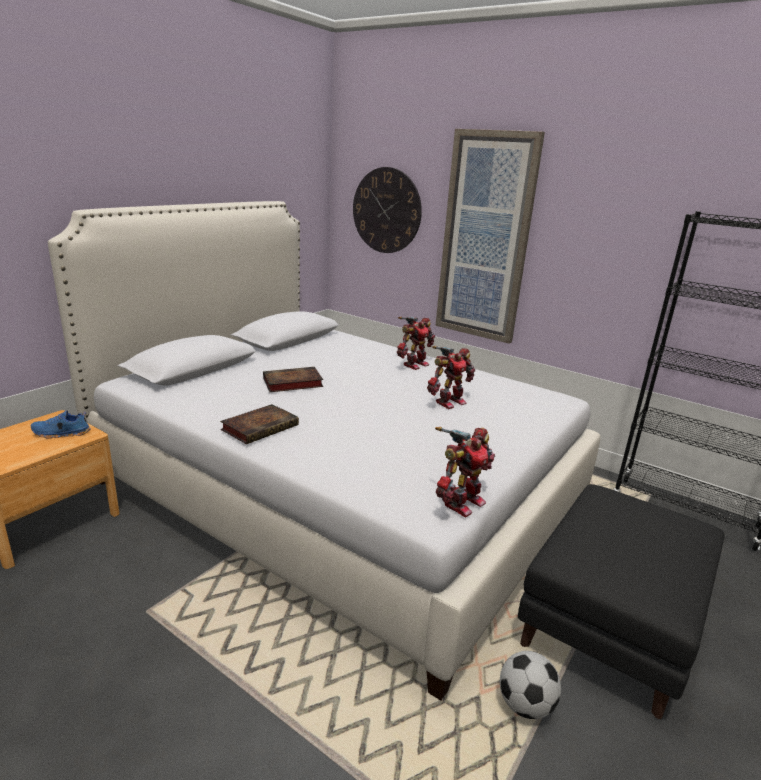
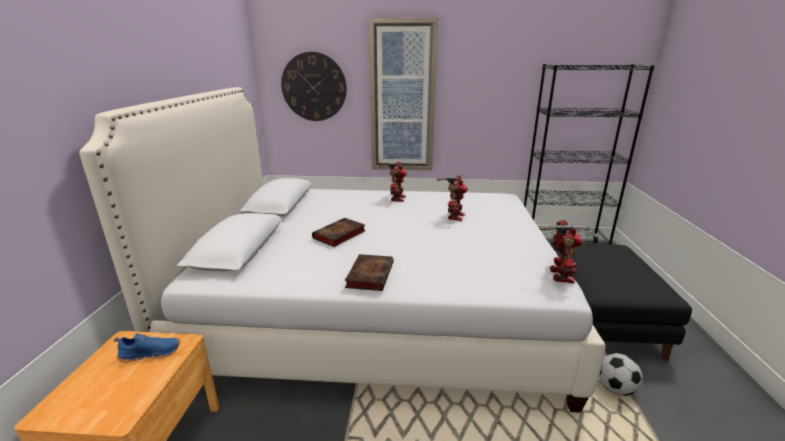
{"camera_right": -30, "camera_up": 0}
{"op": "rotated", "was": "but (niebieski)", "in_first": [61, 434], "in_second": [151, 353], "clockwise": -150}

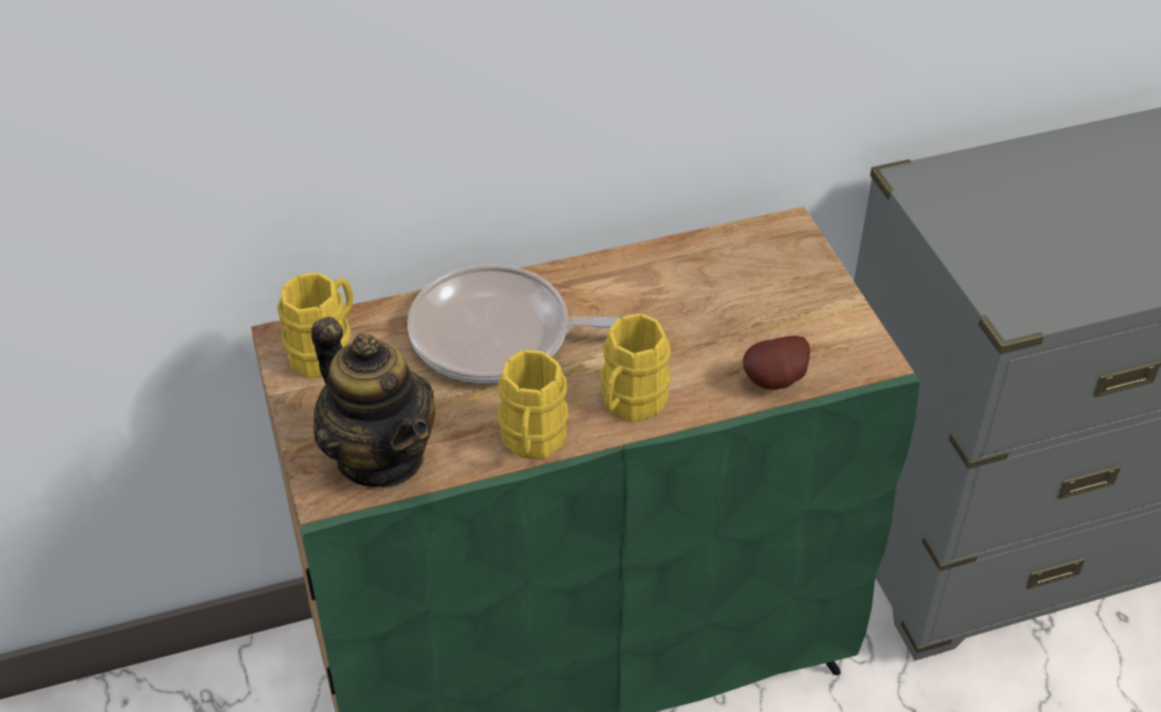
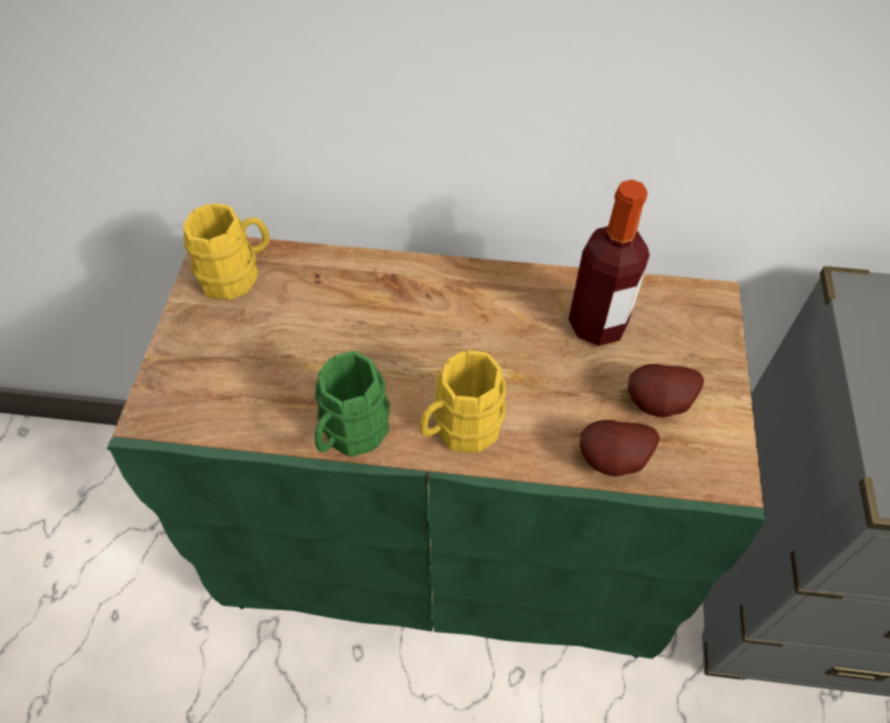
{"camera_right": 25, "camera_up": 10}
{"op": "gone", "was": "imbryk", "in_first": [381, 456]}
{"op": "gone", "was": "patelnia", "in_first": [501, 337]}
{"op": "new", "now": "butelka", "in_second": [597, 325]}
{"op": "new", "now": "ziemniak", "in_second": [660, 405]}
{"op": "repainted", "was": "kubek (żółty)", "now": "kubek (zielony)", "in_first": [532, 441], "in_second": [350, 434]}

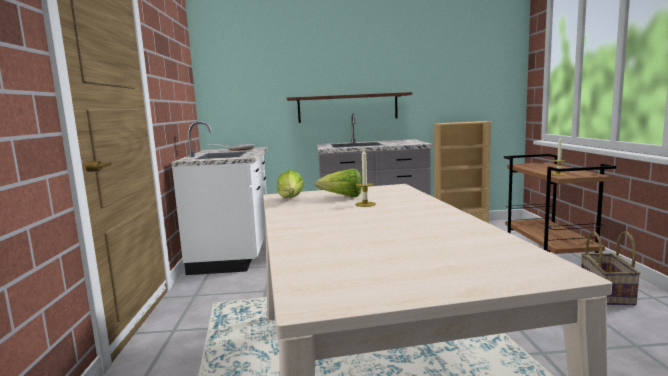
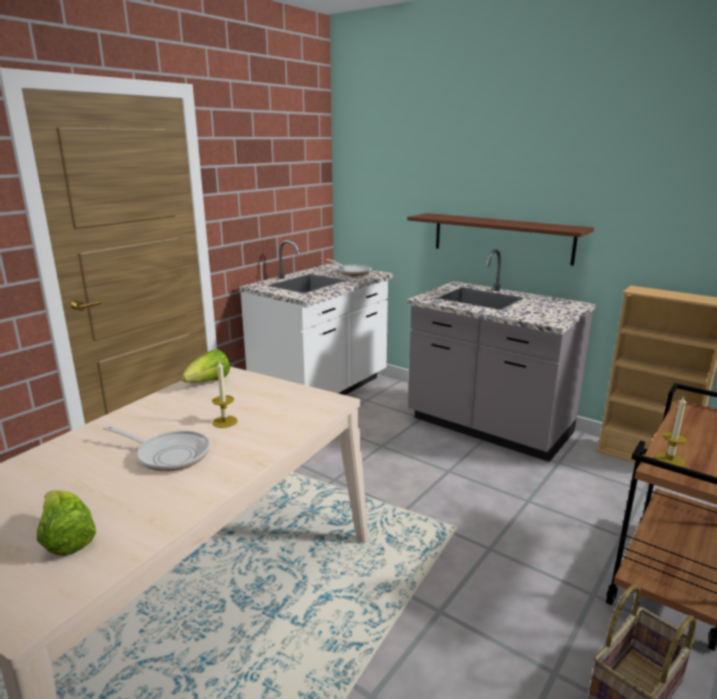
{"camera_right": 40, "camera_up": 10}
{"op": "new", "now": "patelnia", "in_second": [169, 455]}
{"op": "shifted", "was": "sałata", "in_first": [343, 197], "in_second": [66, 539]}

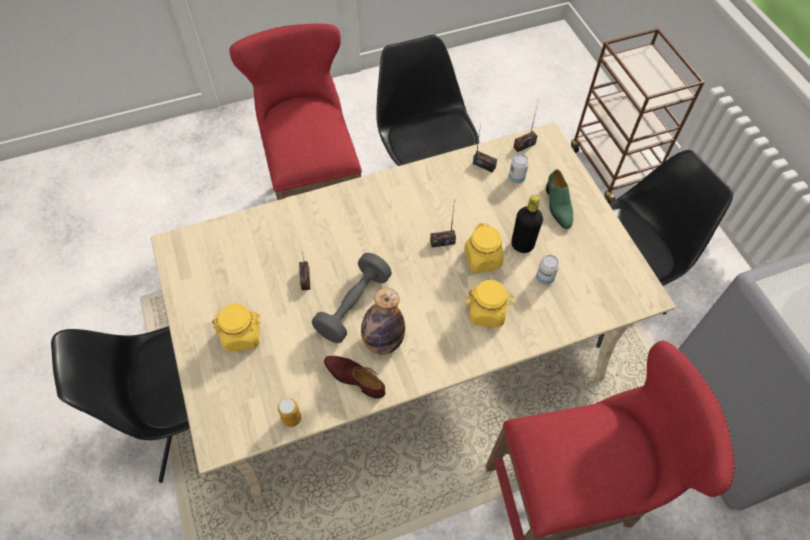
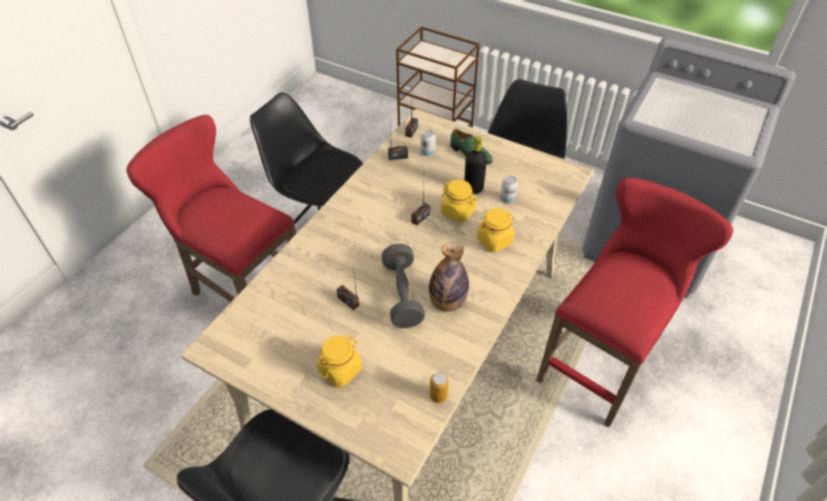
{"camera_right": -40, "camera_up": -10}
{"op": "gone", "was": "but (brązowy)", "in_first": [355, 378]}

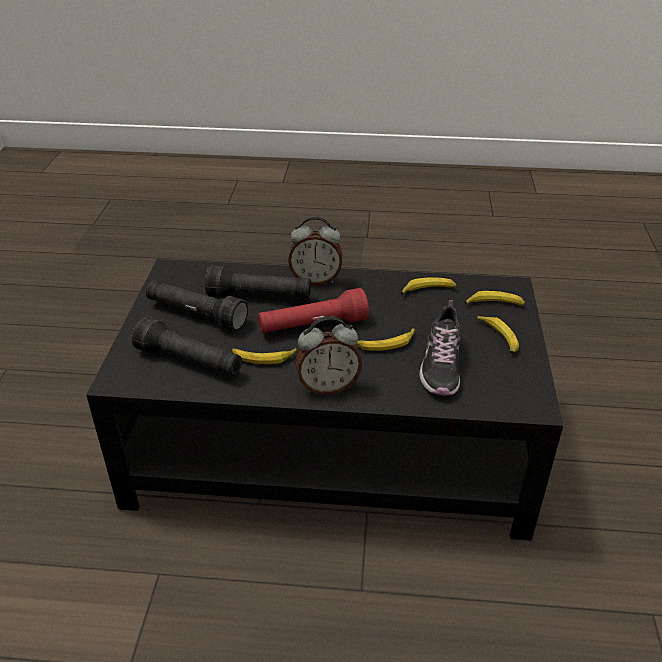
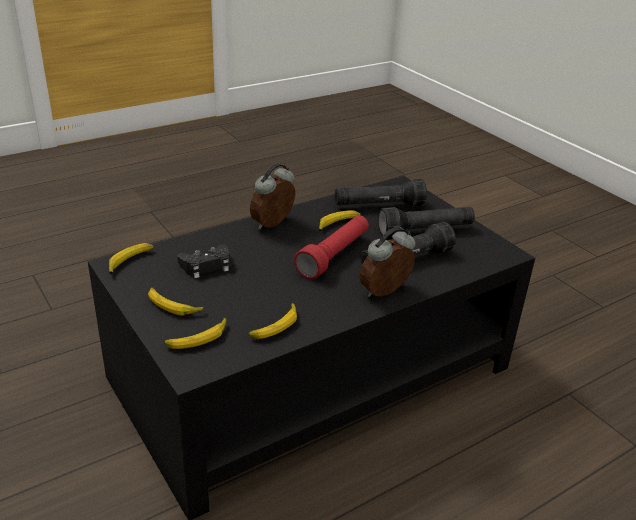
{"camera_right": 140, "camera_up": -5}
{"op": "shifted", "was": "banan", "in_first": [386, 343], "in_second": [130, 262]}
{"op": "swapped", "was": "but", "now": "pad do gier (czarny)", "in_first": [441, 365], "in_second": [206, 266]}

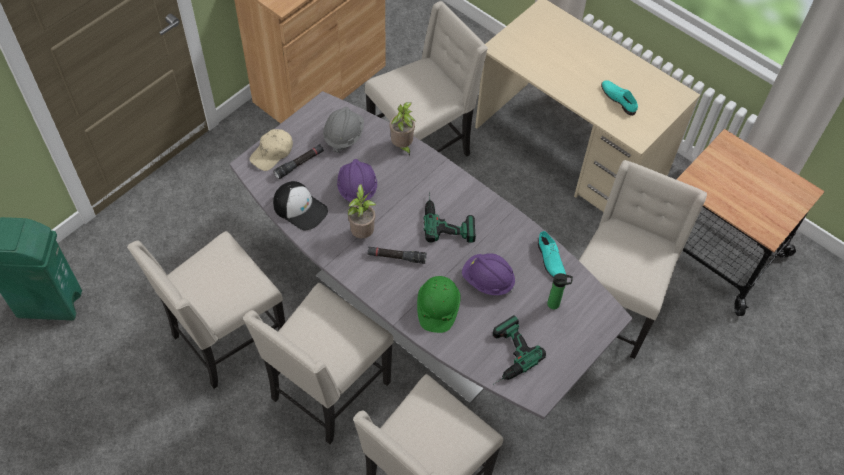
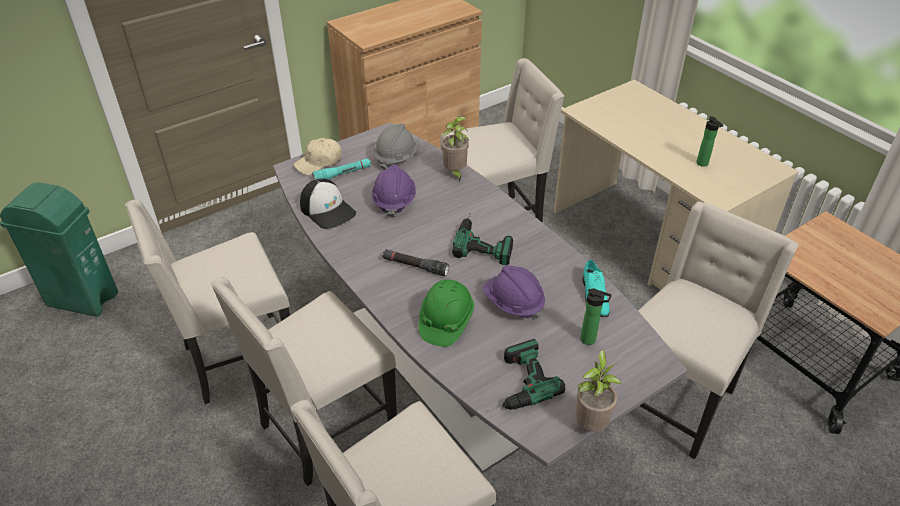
{"camera_right": 15, "camera_up": -15}
{"op": "shifted", "was": "roślina doniczkowa", "in_first": [362, 232], "in_second": [591, 424]}
{"op": "swapped", "was": "but (turkusowy)", "now": "butelka", "in_first": [619, 99], "in_second": [703, 164]}
{"op": "repainted", "was": "latarka (czarny)", "now": "latarka (turkusowy)", "in_first": [299, 164], "in_second": [342, 174]}

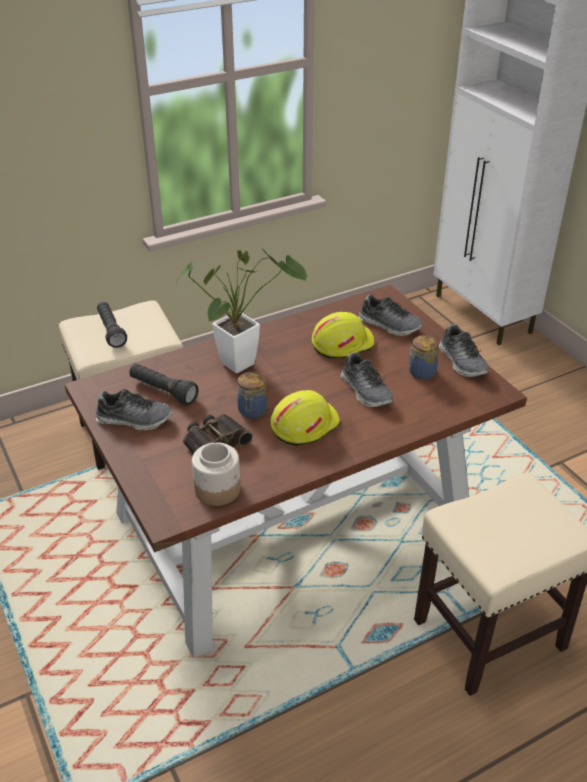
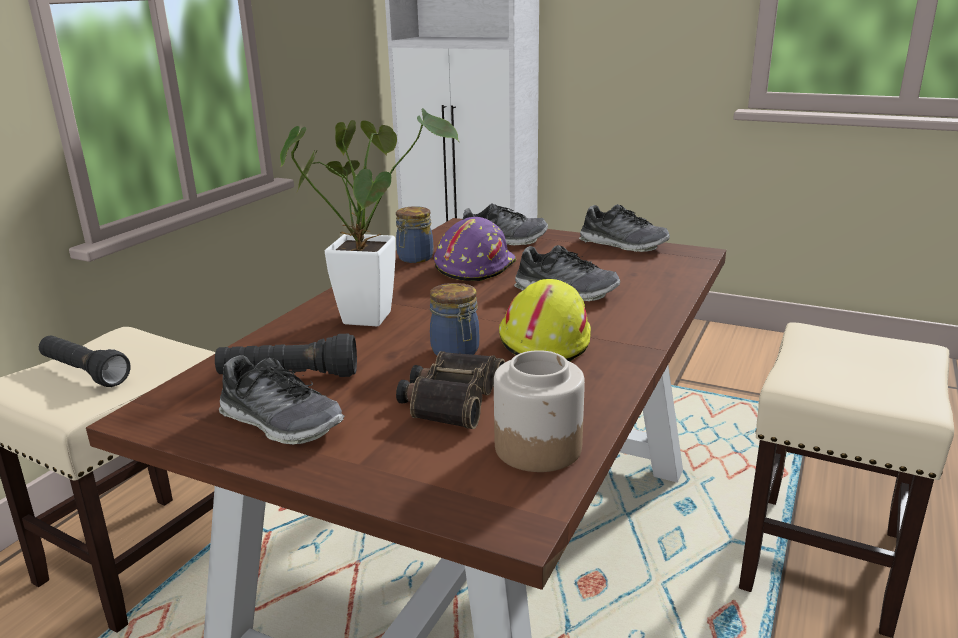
{"camera_right": -35, "camera_up": -15}
{"op": "shifted", "was": "słoik", "in_first": [421, 373], "in_second": [414, 258]}
{"op": "repainted", "was": "kask (żółty)", "now": "kask (fioletowy)", "in_first": [342, 343], "in_second": [474, 267]}
{"op": "rotated", "was": "but", "in_first": [134, 419], "in_second": [281, 422], "clockwise": 60}

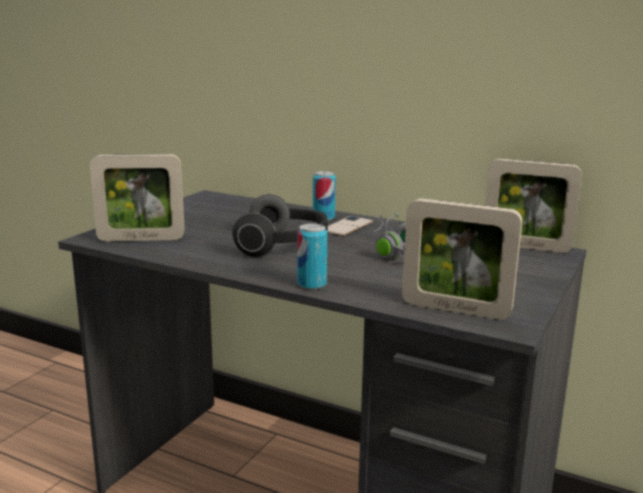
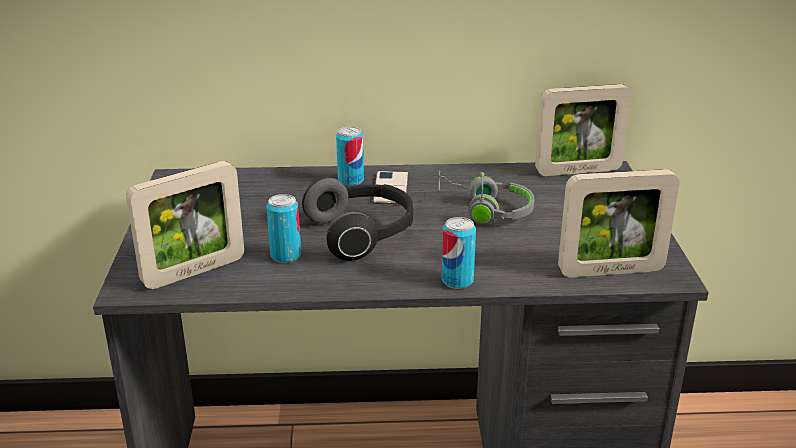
{"camera_right": -30, "camera_up": 10}
{"op": "new", "now": "puszka", "in_second": [285, 255]}

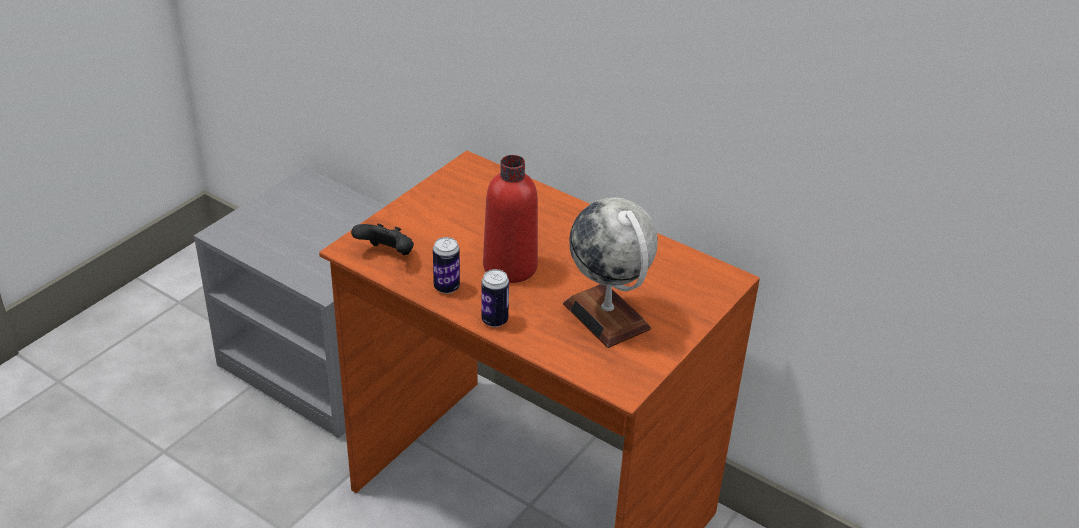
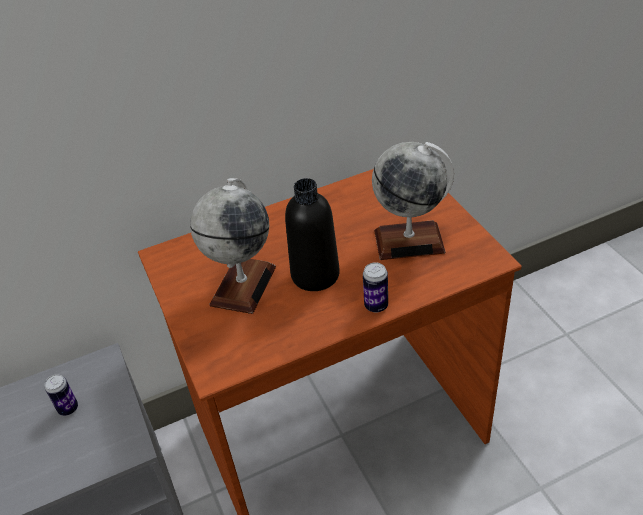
{"camera_right": -55, "camera_up": 5}
{"op": "gone", "was": "pad do gier (czarny)", "in_first": [387, 254]}
{"op": "new", "now": "globus", "in_second": [243, 285]}
{"op": "shifted", "was": "puszka", "in_first": [446, 287], "in_second": [68, 408]}
{"op": "repainted", "was": "butelka (czerwony)", "now": "butelka (czarny)", "in_first": [510, 267], "in_second": [315, 275]}

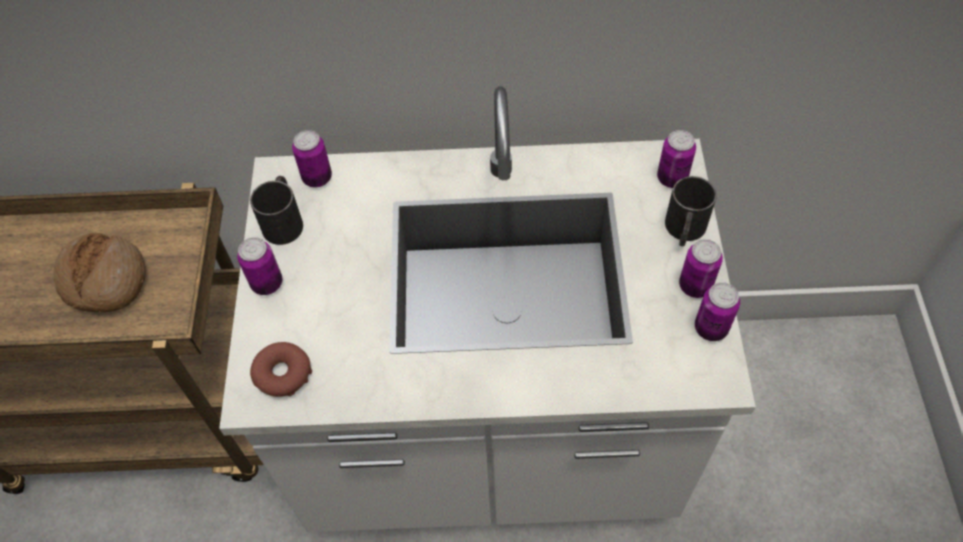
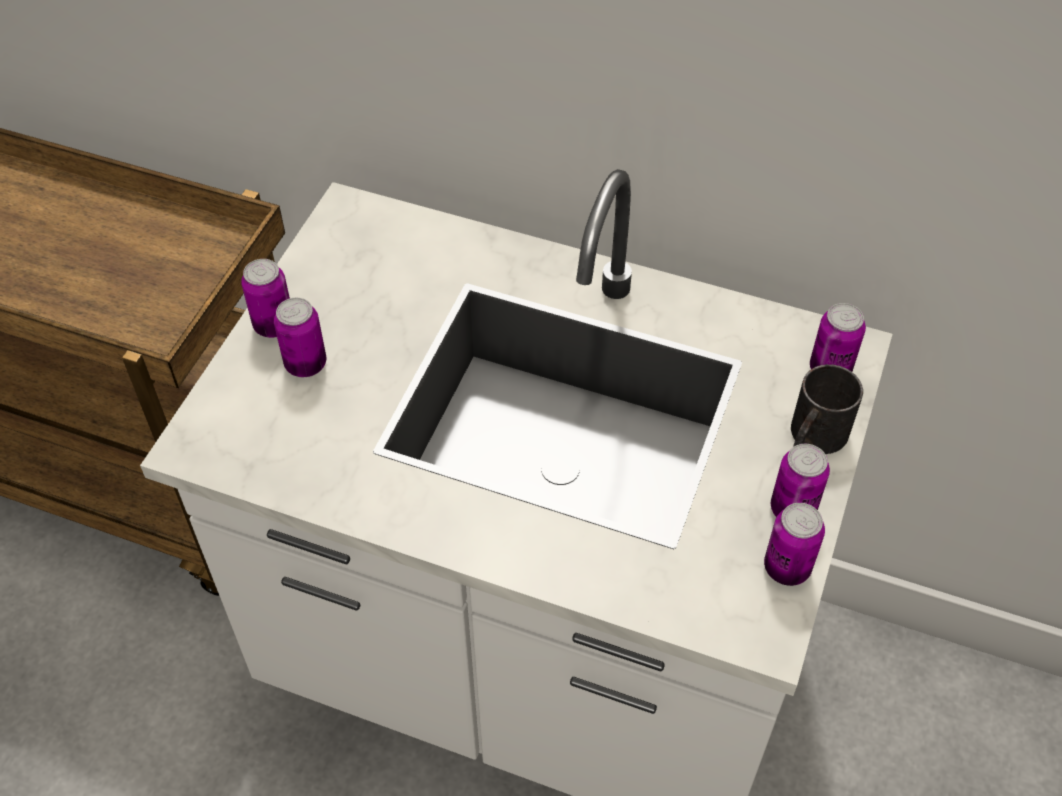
{"camera_right": 20, "camera_up": -5}
{"op": "gone", "was": "chleb", "in_first": [104, 280]}
{"op": "gone", "was": "kubek (czarny)", "in_first": [284, 220]}
{"op": "gone", "was": "donut", "in_first": [282, 374]}
{"op": "shifted", "was": "puszka", "in_first": [317, 178], "in_second": [306, 364]}

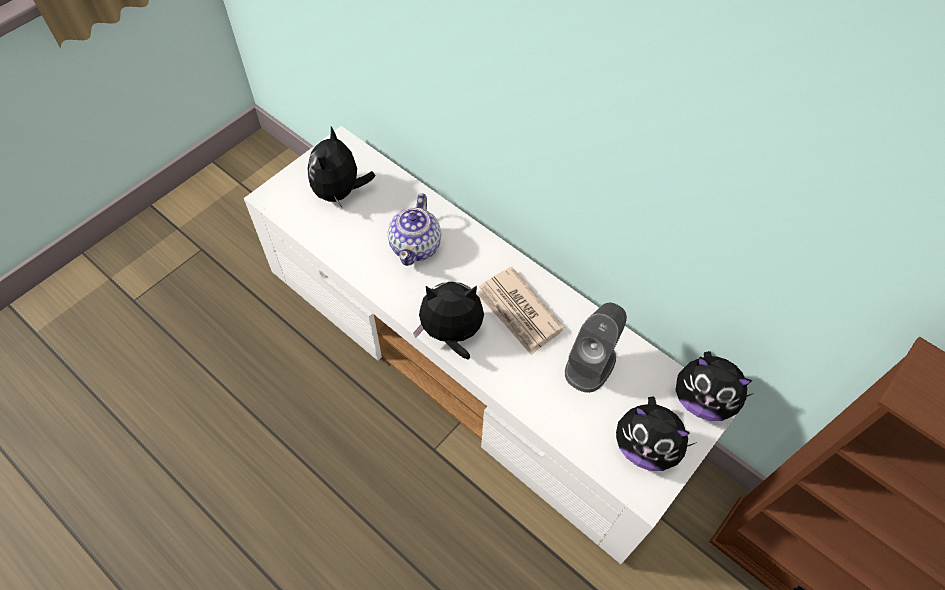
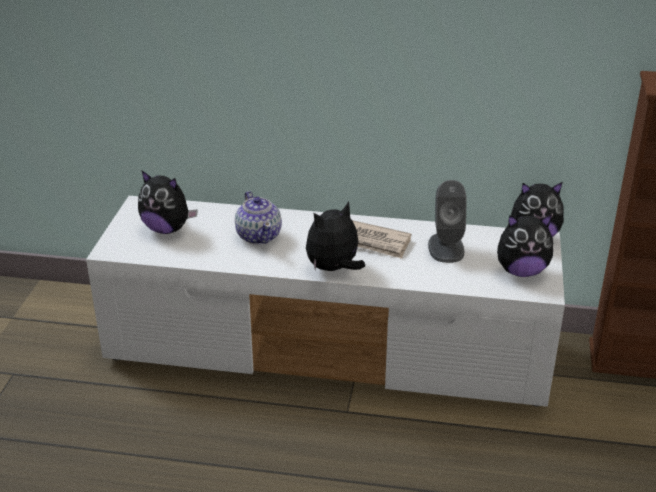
{"camera_right": -30, "camera_up": -25}
{"op": "rotated", "was": "pluszak", "in_first": [340, 192], "in_second": [167, 229], "clockwise": -45}

